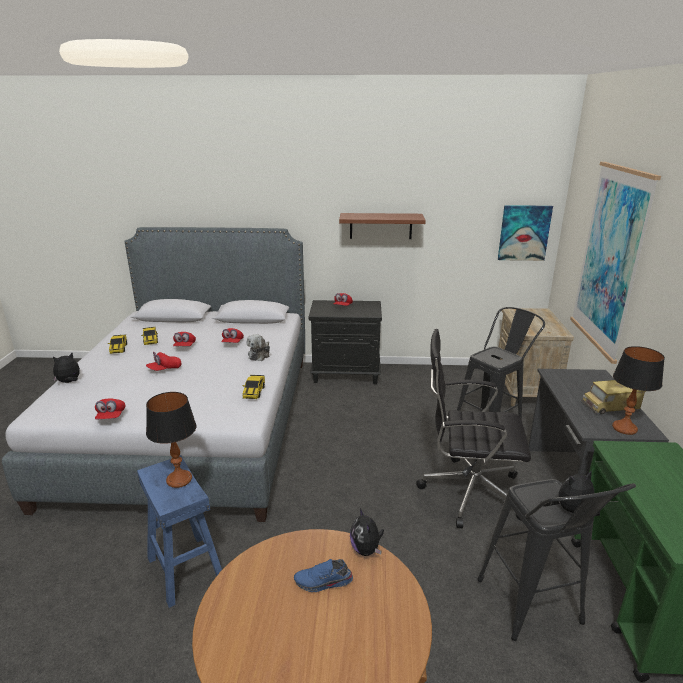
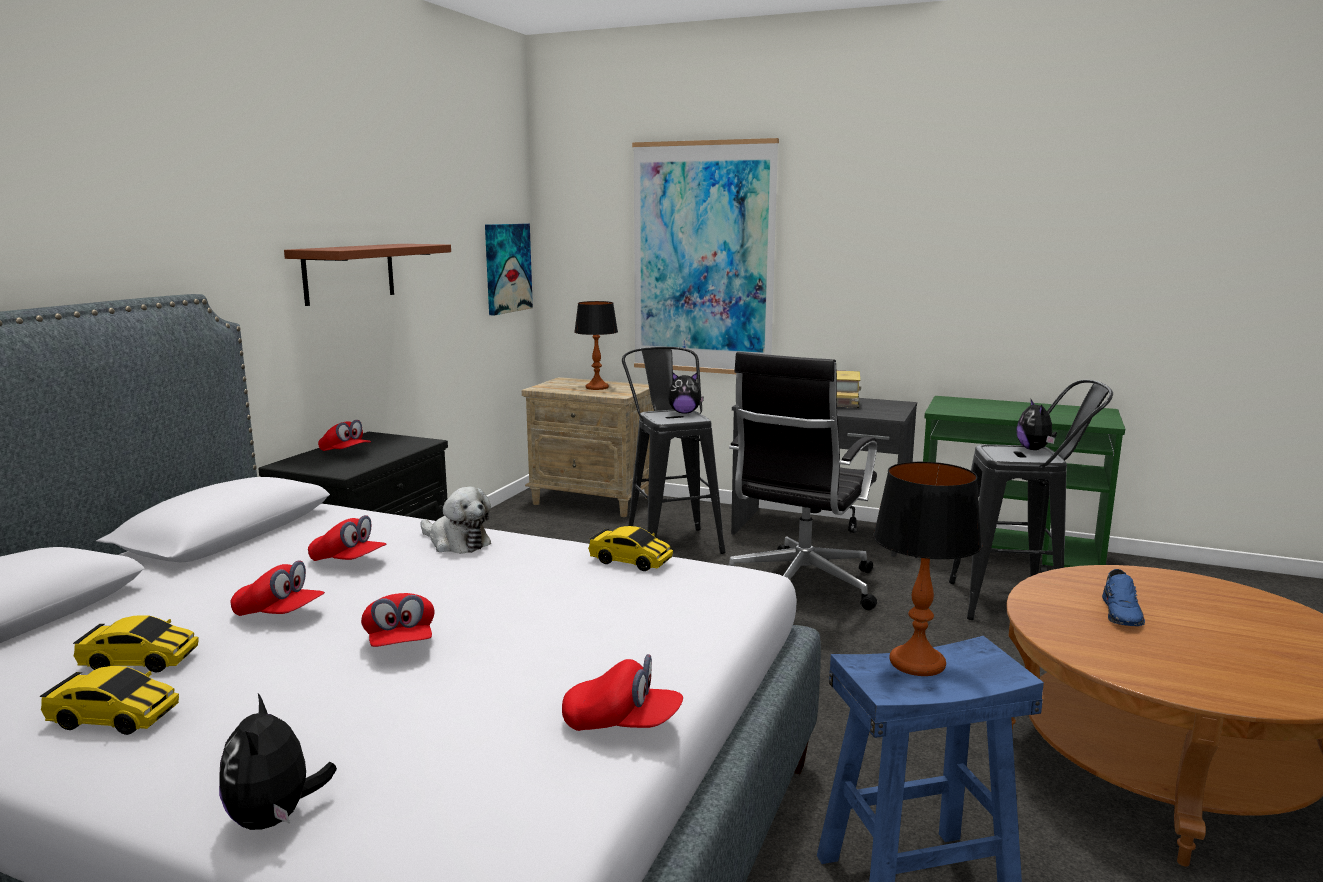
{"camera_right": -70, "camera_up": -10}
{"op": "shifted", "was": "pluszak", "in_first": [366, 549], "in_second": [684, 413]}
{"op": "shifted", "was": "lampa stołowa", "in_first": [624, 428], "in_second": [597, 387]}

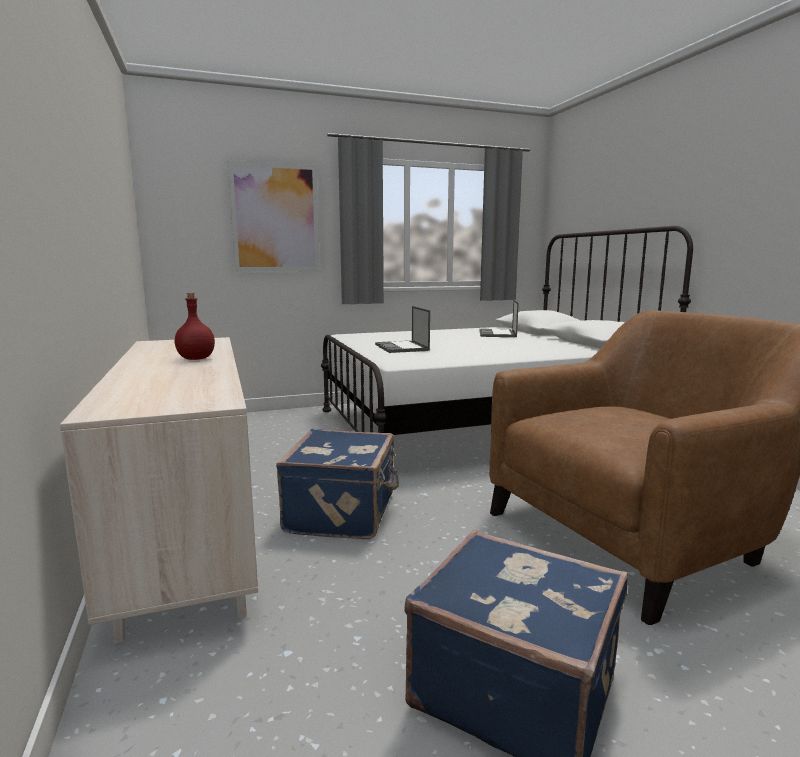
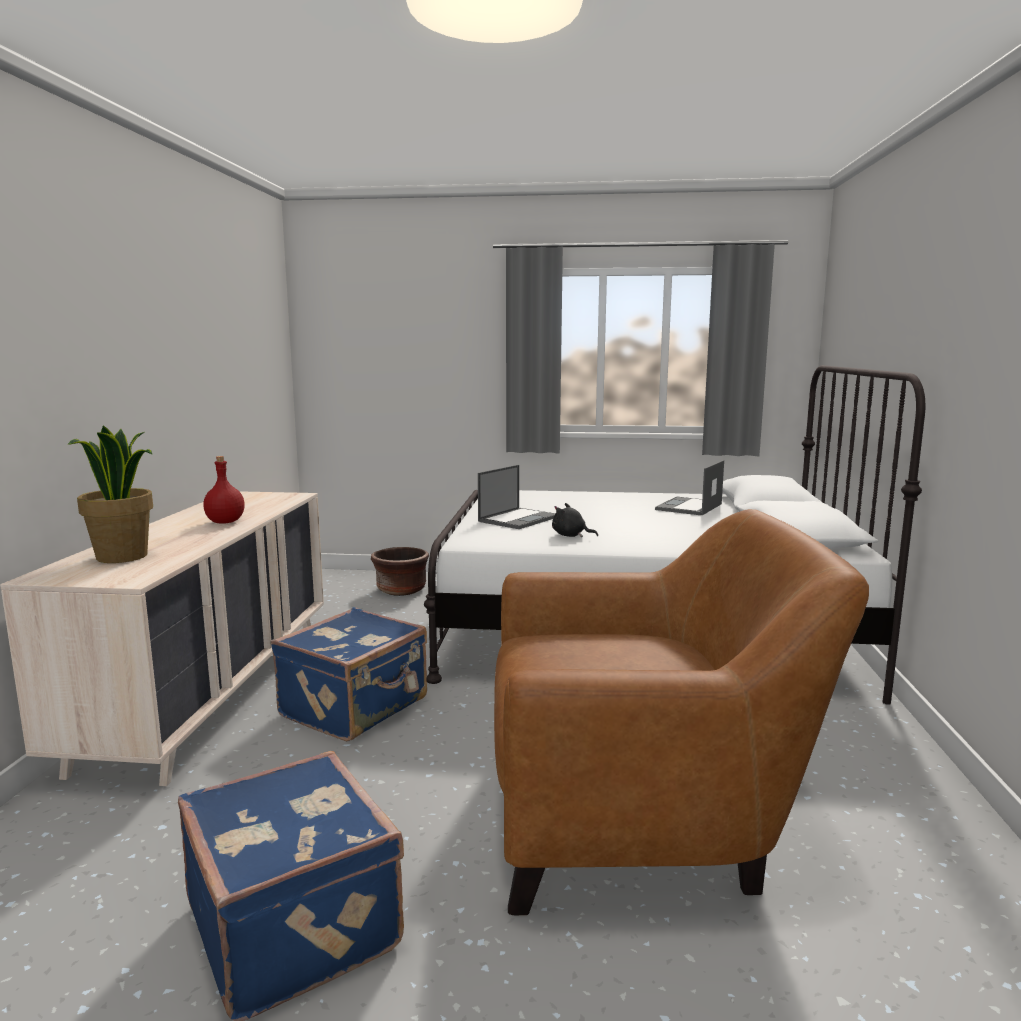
{"camera_right": 25, "camera_up": 0}
{"op": "gone", "was": "obraz", "in_first": [275, 218]}
{"op": "new", "now": "roślina doniczkowa", "in_second": [123, 557]}
{"op": "new", "now": "donica (brązowy)", "in_second": [401, 590]}
{"op": "new", "now": "pluszak (czarny)", "in_second": [571, 536]}
{"op": "rotated", "was": "laptop", "in_first": [402, 347], "in_second": [518, 519], "clockwise": -150}

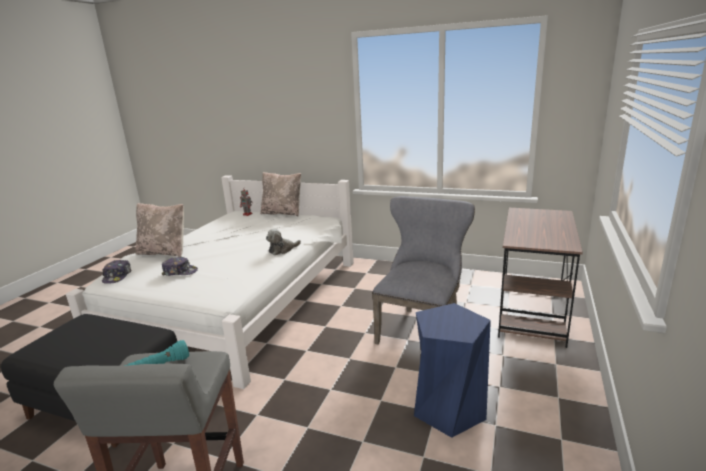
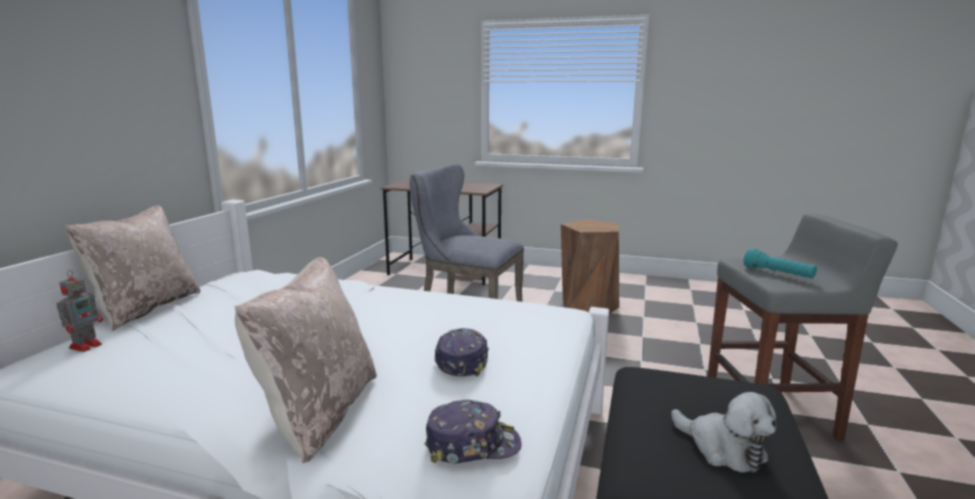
{"camera_right": -95, "camera_up": -5}
{"op": "shifted", "was": "pluszak", "in_first": [282, 250], "in_second": [722, 449]}
{"op": "repainted", "was": "stołek (niebieski)", "now": "stołek (brązowy)", "in_first": [448, 409], "in_second": [588, 306]}

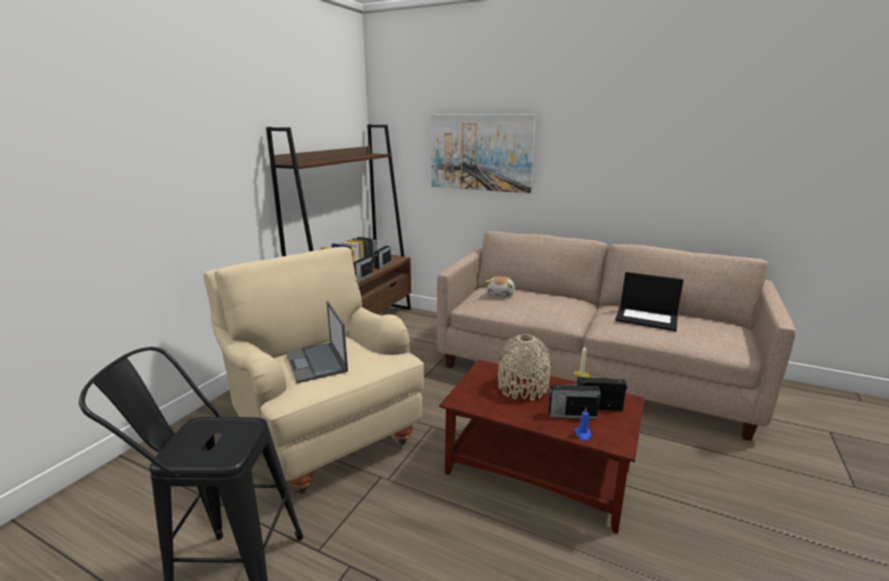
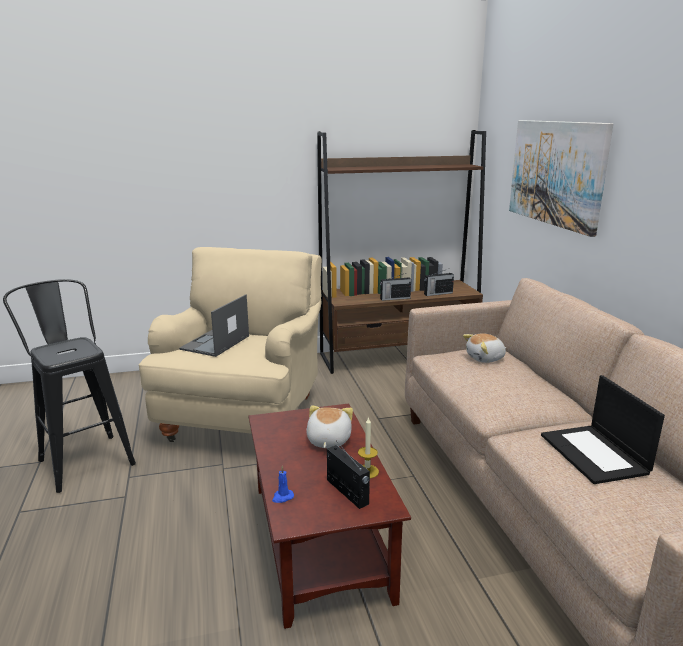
{"camera_right": 50, "camera_up": 0}
{"op": "gone", "was": "radio", "in_first": [571, 414]}
{"op": "swapped", "was": "wazon (beżowy)", "now": "pluszak", "in_first": [522, 387], "in_second": [327, 440]}

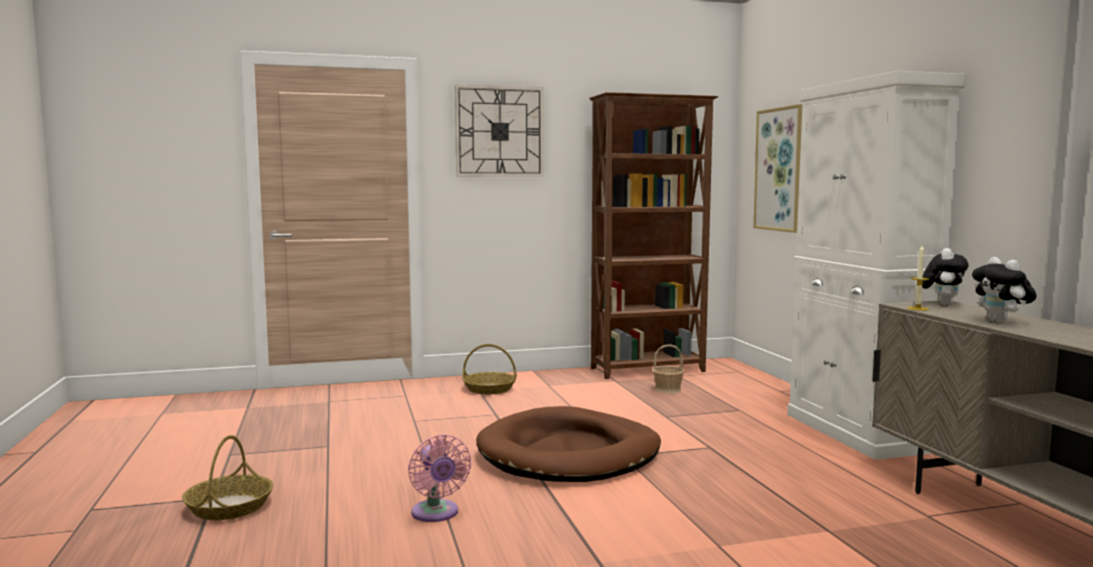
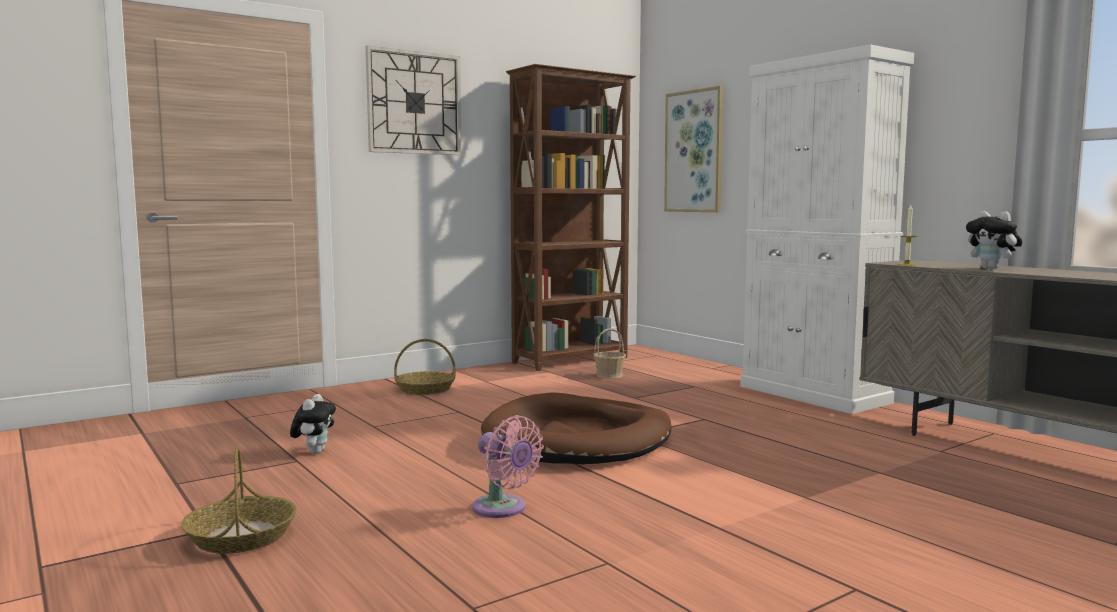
{"camera_right": -20, "camera_up": 0}
{"op": "shifted", "was": "pluszak", "in_first": [942, 304], "in_second": [314, 452]}

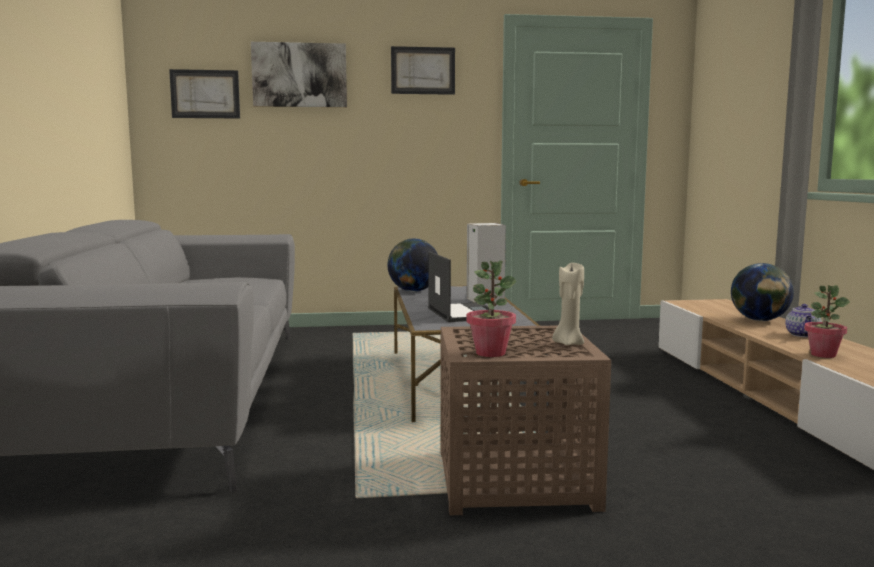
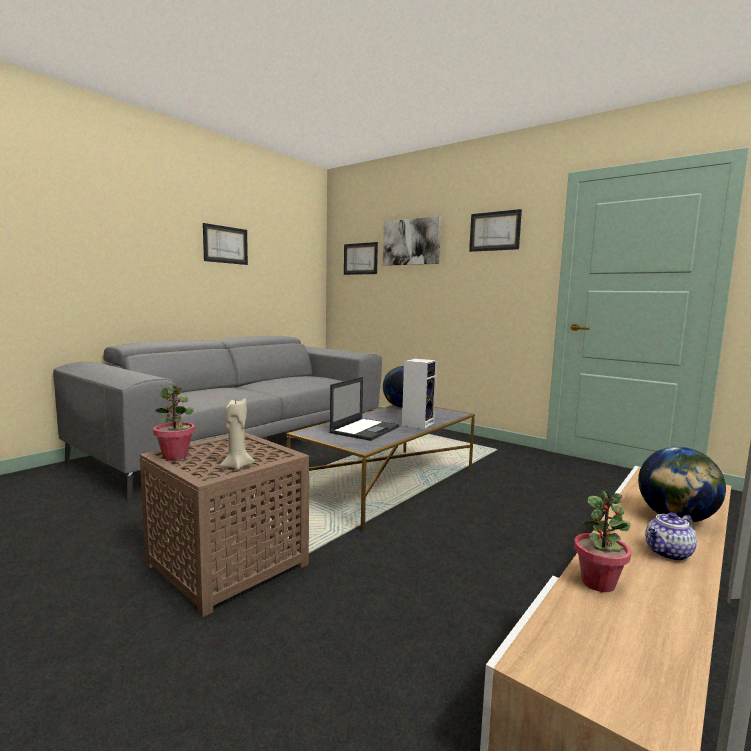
{"camera_right": 45, "camera_up": 0}
{"op": "new", "now": "obraz", "in_second": [225, 245]}

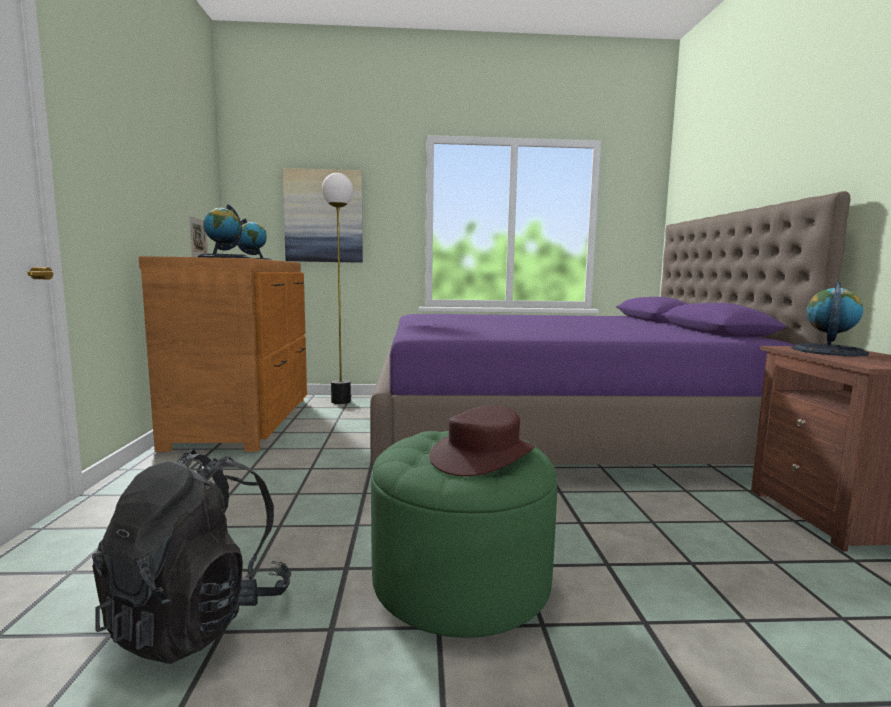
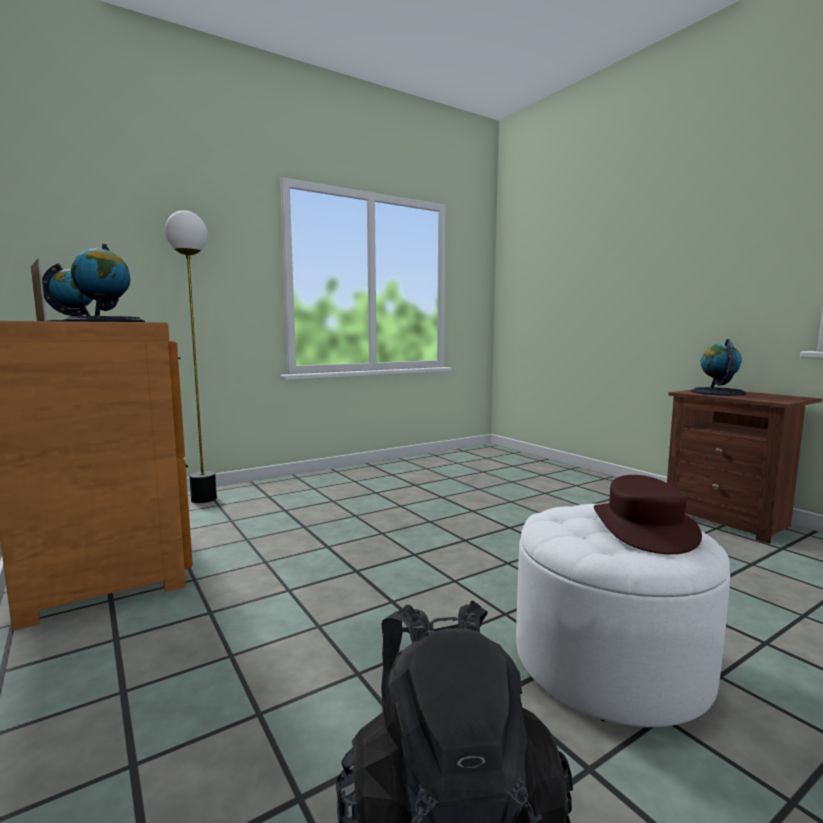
{"camera_right": -30, "camera_up": 0}
{"op": "gone", "was": "obraz", "in_first": [324, 216]}
{"op": "gone", "was": "łóżko (fioletowy)", "in_first": [555, 434]}
{"op": "repainted", "was": "pufa (zielony)", "now": "pufa (biały)", "in_first": [461, 580], "in_second": [610, 661]}

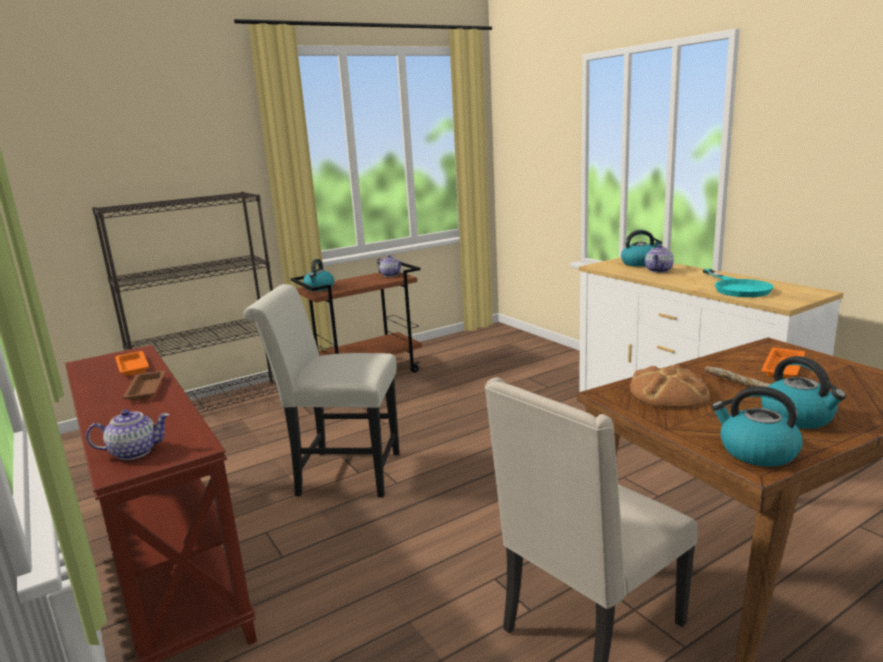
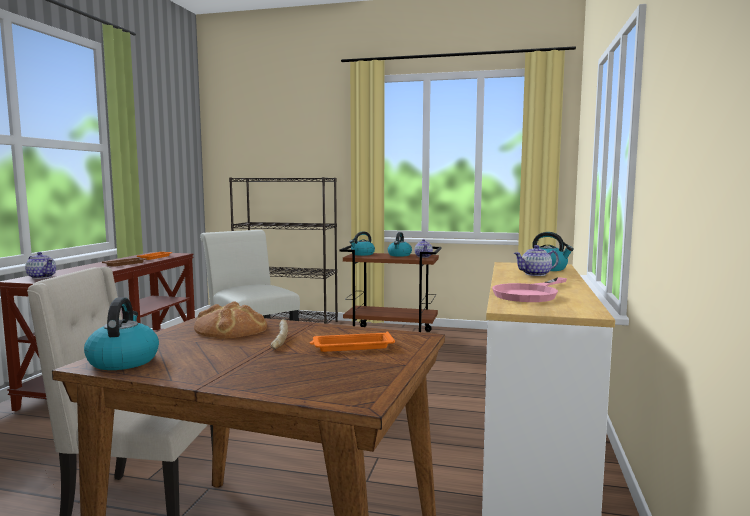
{"camera_right": 45, "camera_up": -10}
{"op": "shifted", "was": "czajnik", "in_first": [798, 417], "in_second": [399, 255]}
{"op": "repainted", "was": "patelnia (turkusowy)", "now": "patelnia (różowy)", "in_first": [737, 288], "in_second": [530, 294]}

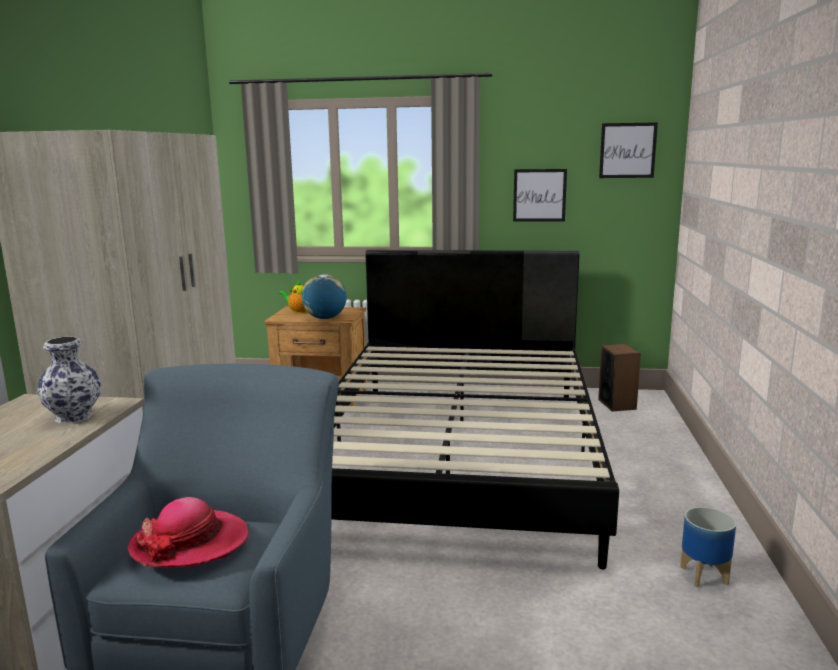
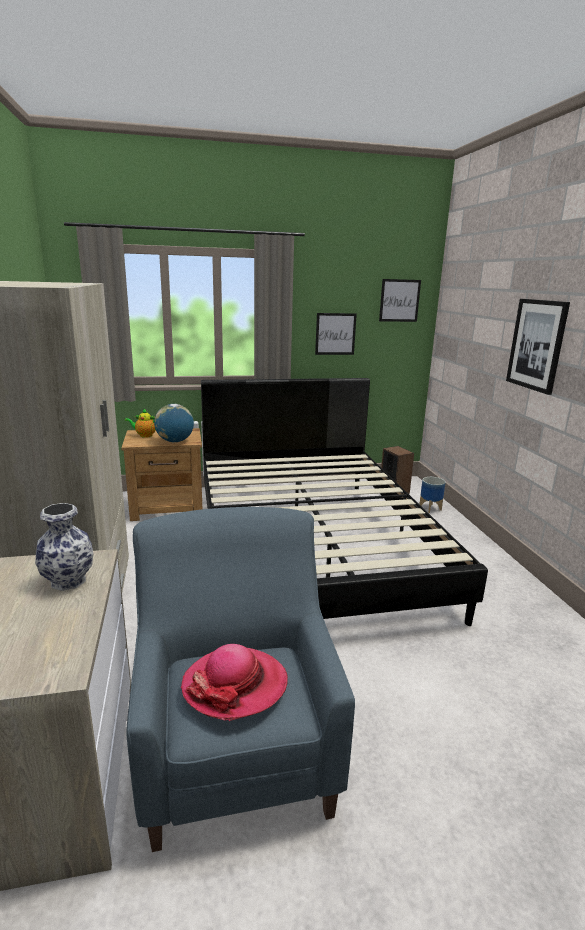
{"camera_right": -20, "camera_up": 5}
{"op": "new", "now": "obraz", "in_second": [537, 345]}
{"op": "shifted", "was": "donica", "in_first": [704, 576], "in_second": [430, 508]}

